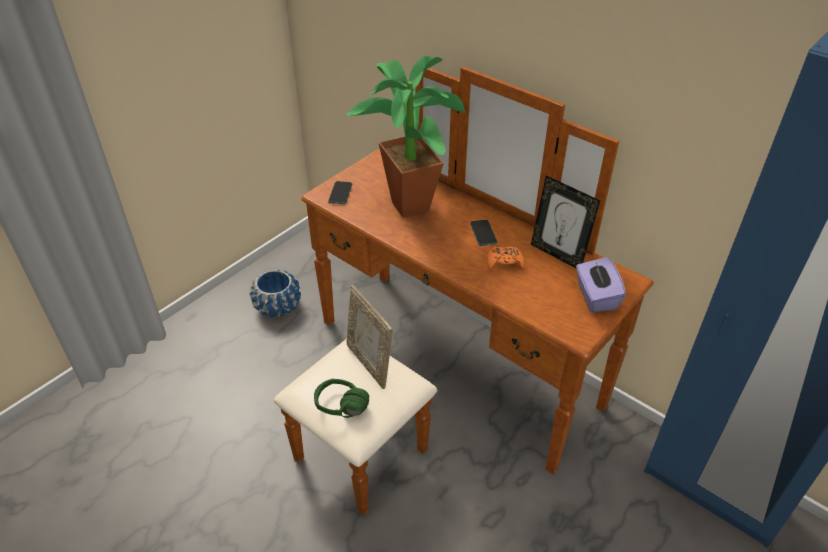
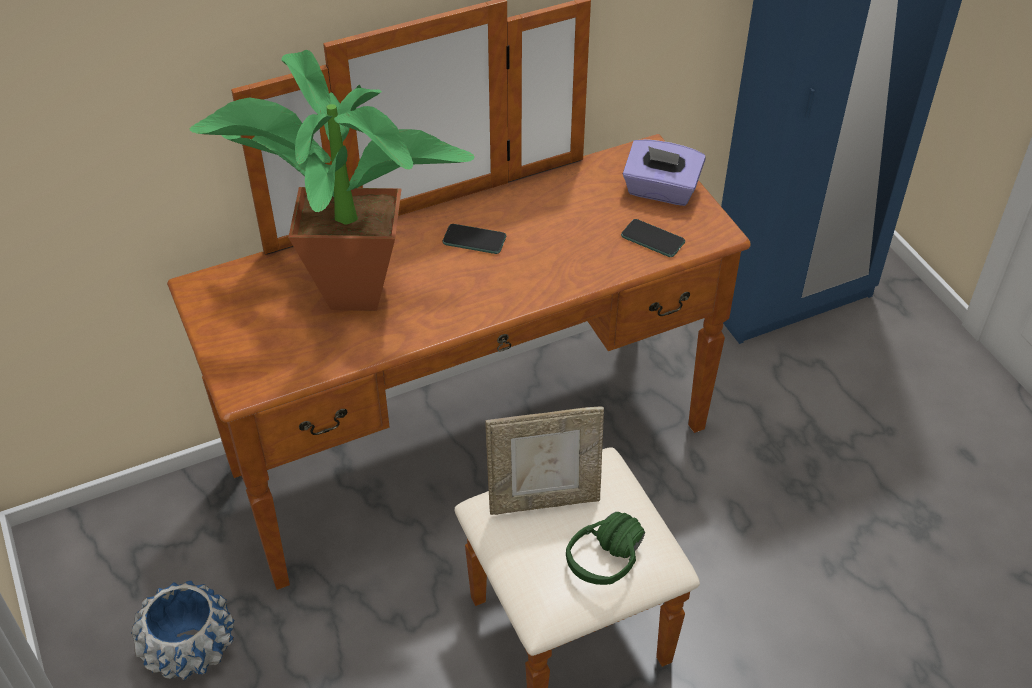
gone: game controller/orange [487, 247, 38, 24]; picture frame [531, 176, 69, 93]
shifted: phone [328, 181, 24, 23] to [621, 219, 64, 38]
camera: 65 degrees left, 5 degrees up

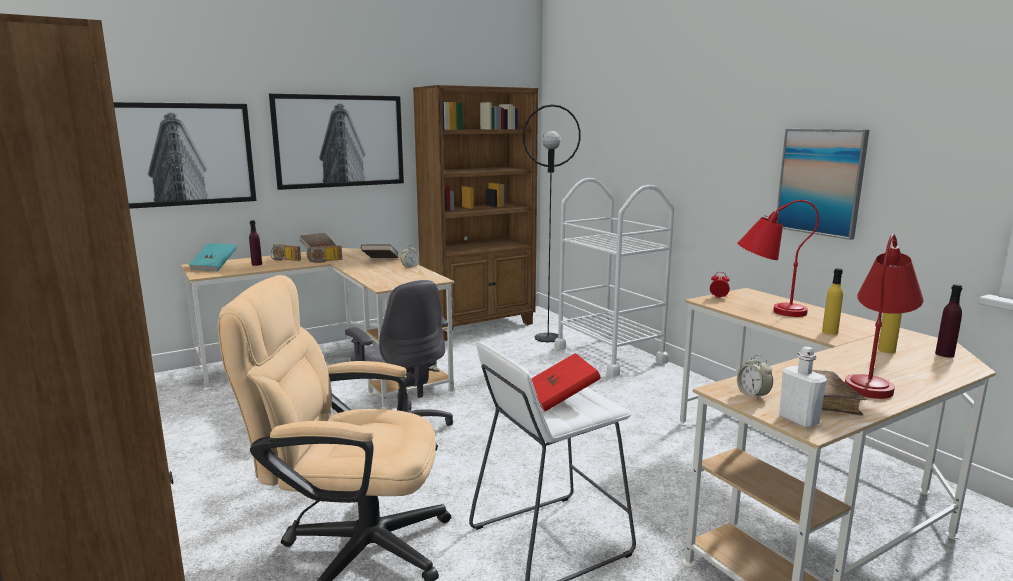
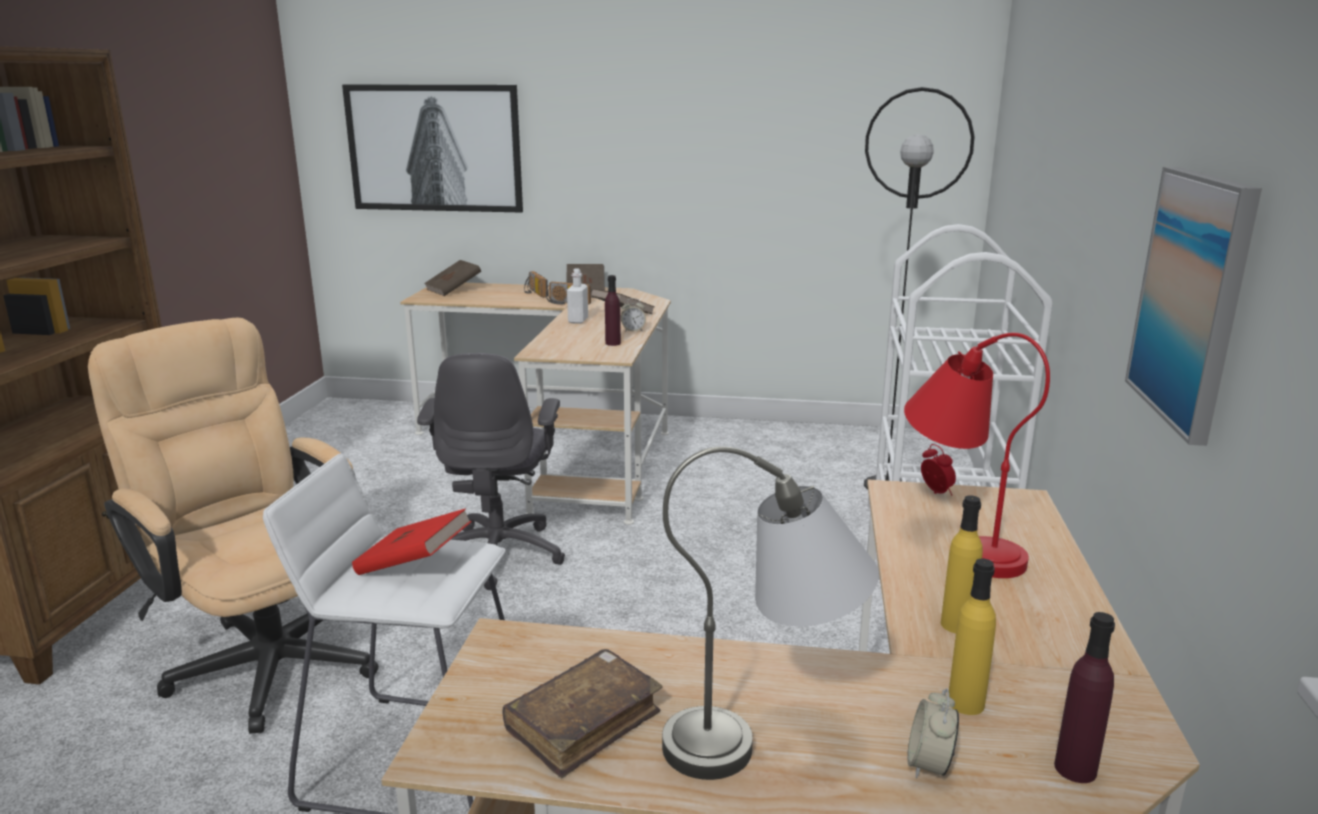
gone: picture [269, 94, 135, 96]; bookcase/brown [413, 85, 125, 256]
shifted: bottle/purple [249, 220, 13, 46] to [605, 275, 16, 71]; alarm clock [737, 354, 36, 46] to [907, 688, 52, 91]; bottle/white [779, 347, 48, 81] to [567, 268, 21, 56]
repainted: book/turquoise [189, 243, 47, 28] to book/brown [424, 260, 57, 36]; table lamp/red [845, 234, 79, 165] to table lamp/grey [662, 447, 217, 333]
camera: 40 degrees right, 5 degrees up

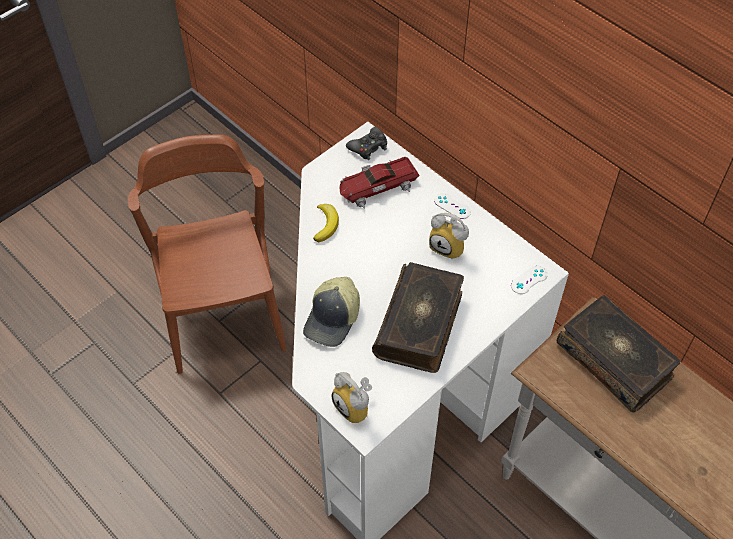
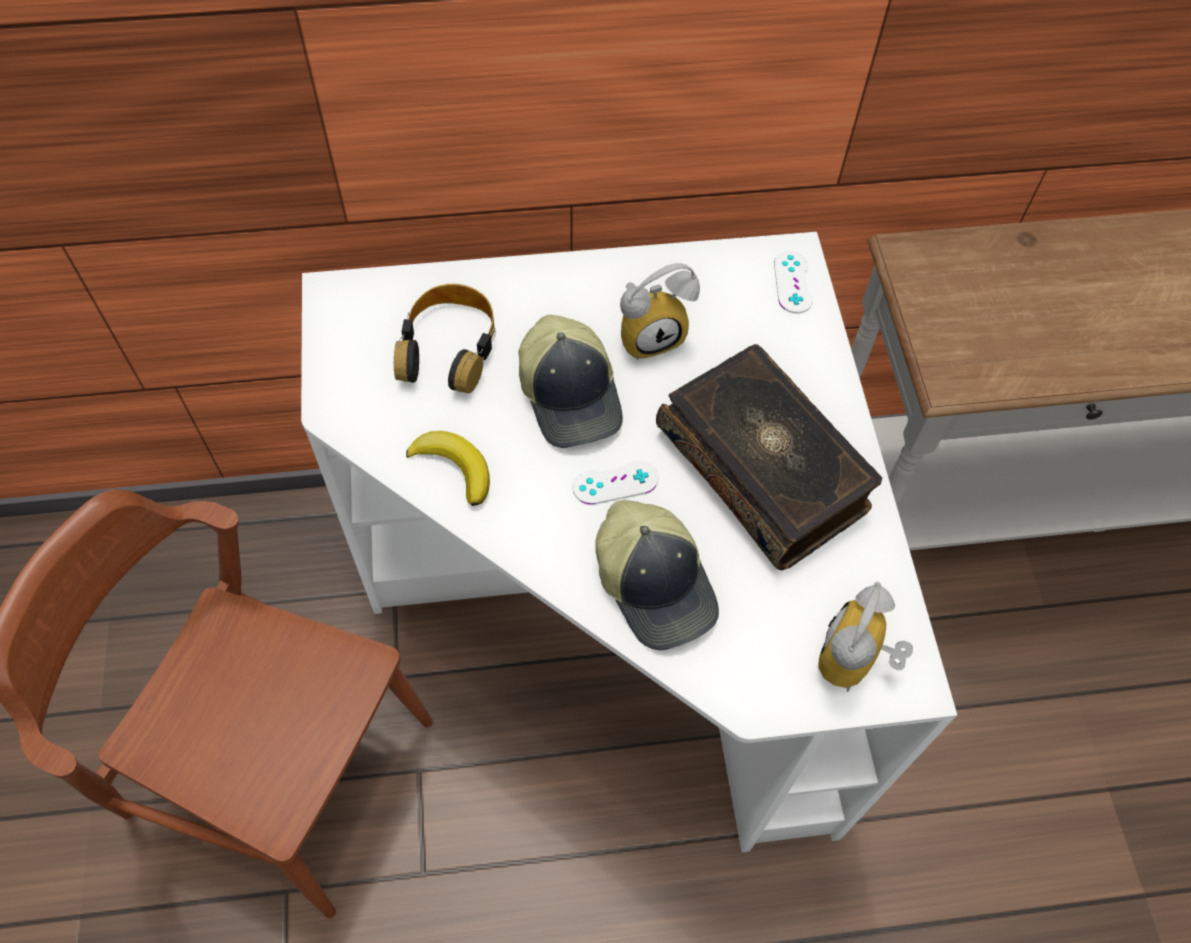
gone: game controller/black [346, 127, 41, 33]; book [557, 295, 123, 117]
new: cap [518, 315, 105, 133]
shifted: game controller/white [434, 193, 37, 26] to [573, 460, 85, 45]
swapped: toy car [339, 157, 81, 52] to headphones [394, 284, 102, 109]
rotated: alarm clock [332, 372, 40, 51] = [818, 582, 95, 110] 120 degrees clockwise
camera: 55 degrees left, 5 degrees up

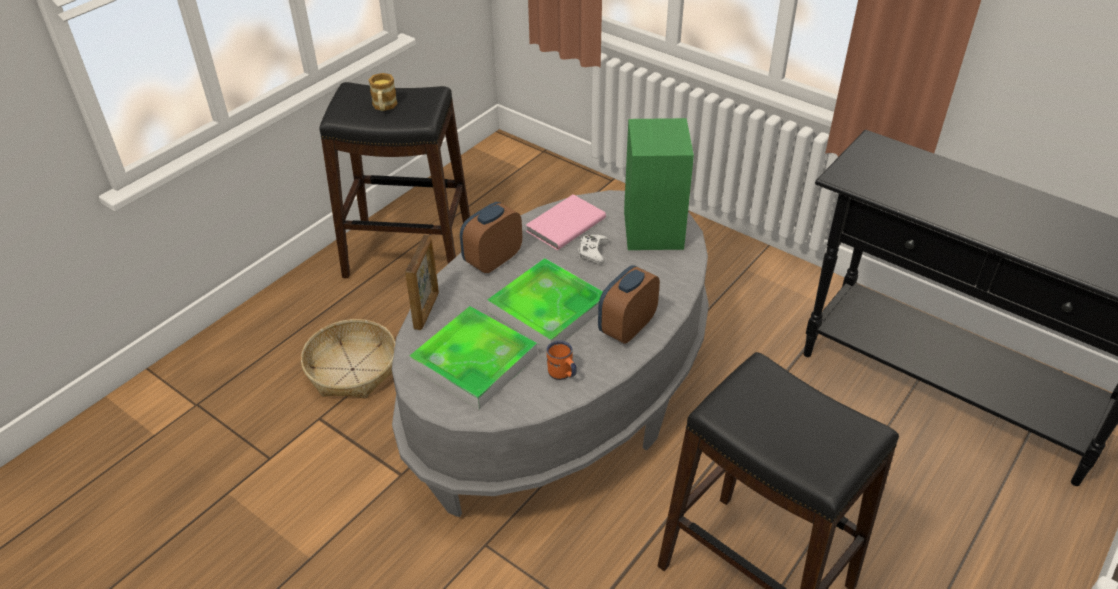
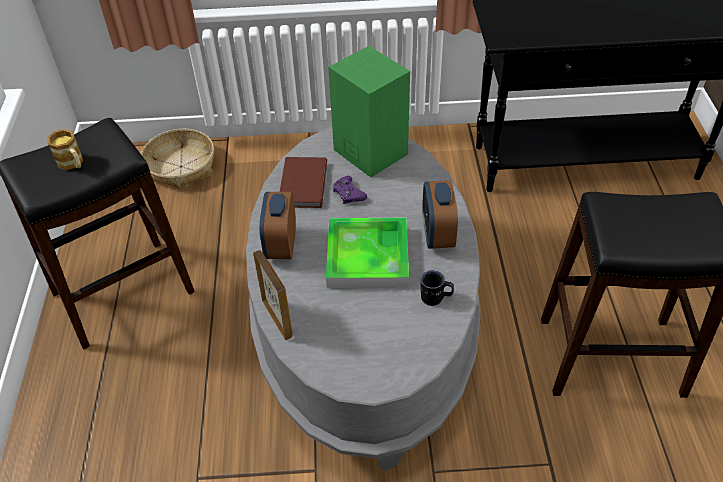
gone: tray [409, 306, 129, 103]
shifted: basket [301, 319, 94, 79] to [141, 129, 73, 60]
repainted: book/pink [526, 194, 80, 56] to book/brown [280, 157, 47, 51]; mug/orange [546, 340, 31, 40] to mug/black [421, 270, 33, 36]; game controller/white [578, 235, 31, 30] to game controller/purple [333, 176, 34, 28]
camera: 40 degrees left, 5 degrees up

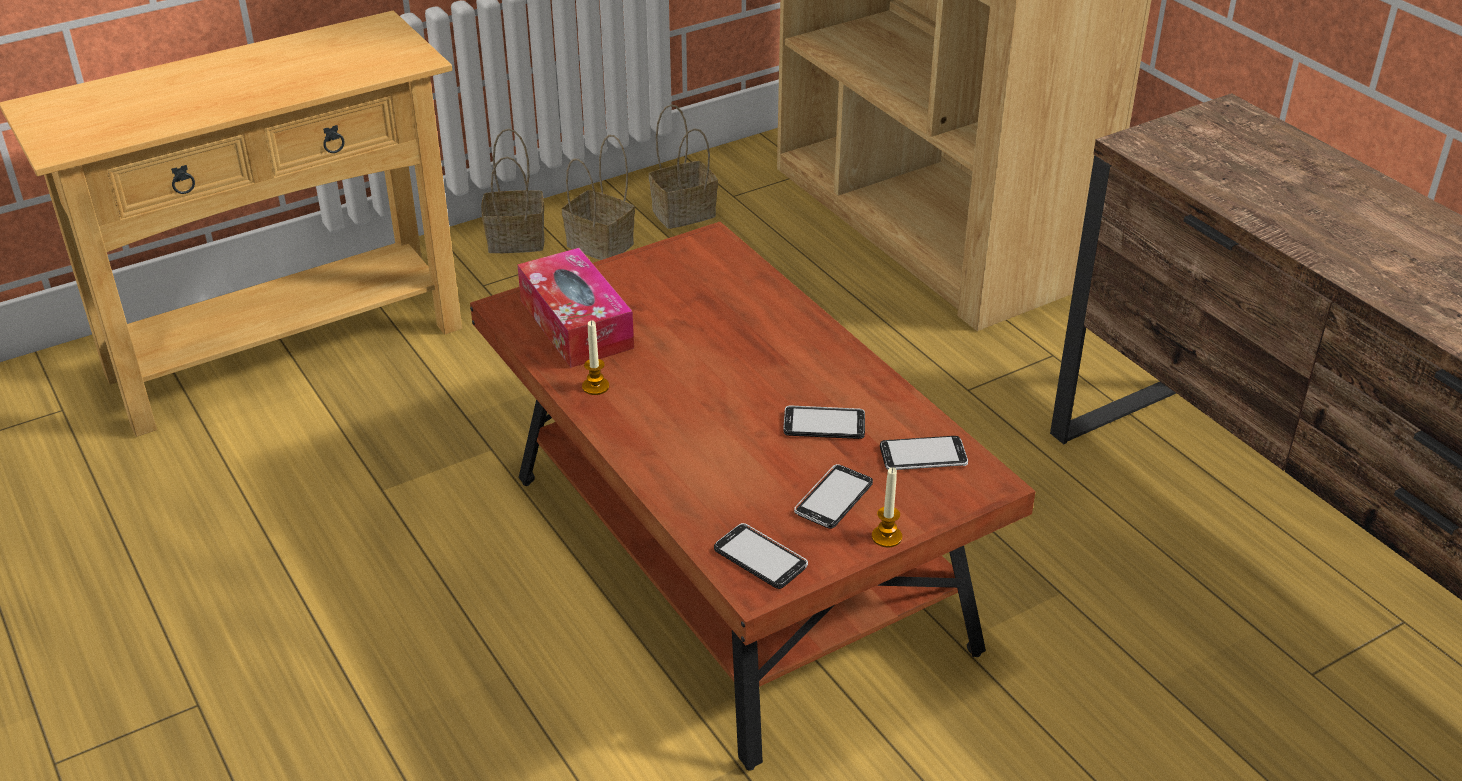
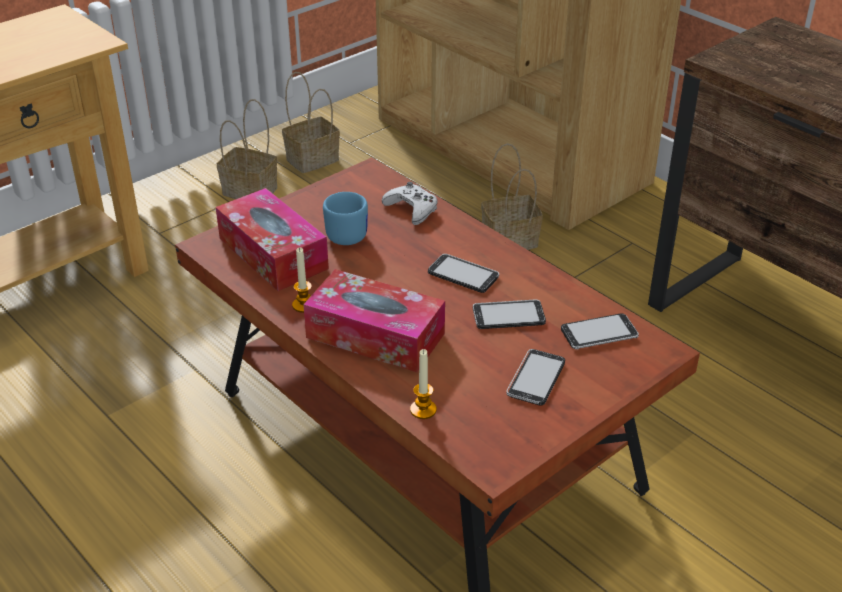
new: tissue box [303, 269, 142, 103]; mug/blue [323, 192, 45, 53]; game controller/white [382, 182, 56, 43]
shifted: basket [481, 128, 64, 125] to [481, 143, 62, 107]; phone [714, 523, 94, 66] to [428, 254, 71, 39]; candle [872, 467, 30, 81] to [410, 349, 27, 70]
camera: 10 degrees left, 0 degrees up

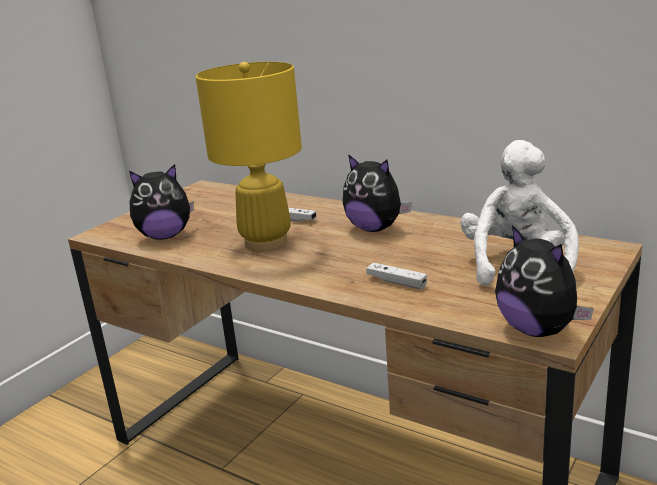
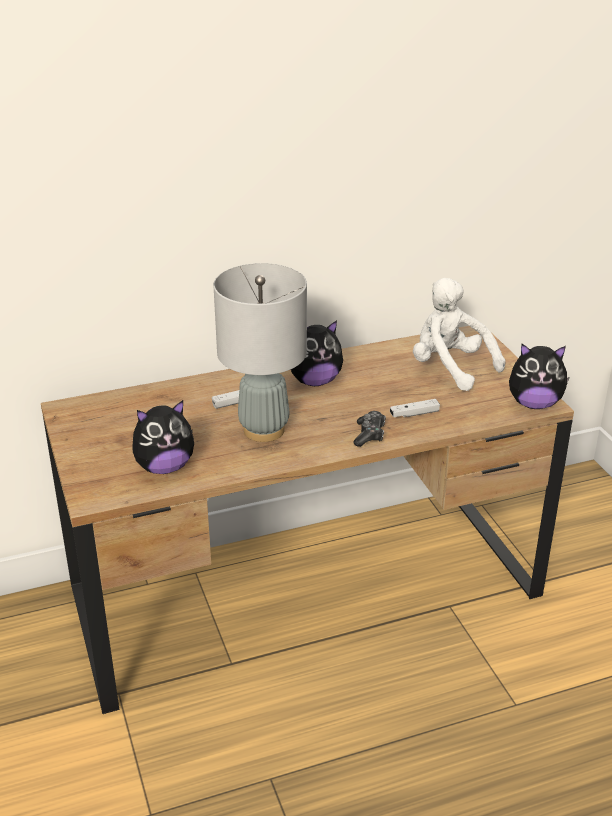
new: game controller [354, 411, 32, 36]
repainted: table lamp/yellow [195, 62, 107, 189] to table lamp/grey [213, 263, 94, 179]
rotated: plush toy [129, 164, 65, 76] = [132, 400, 62, 74] 45 degrees clockwise
camera: 55 degrees left, 10 degrees up

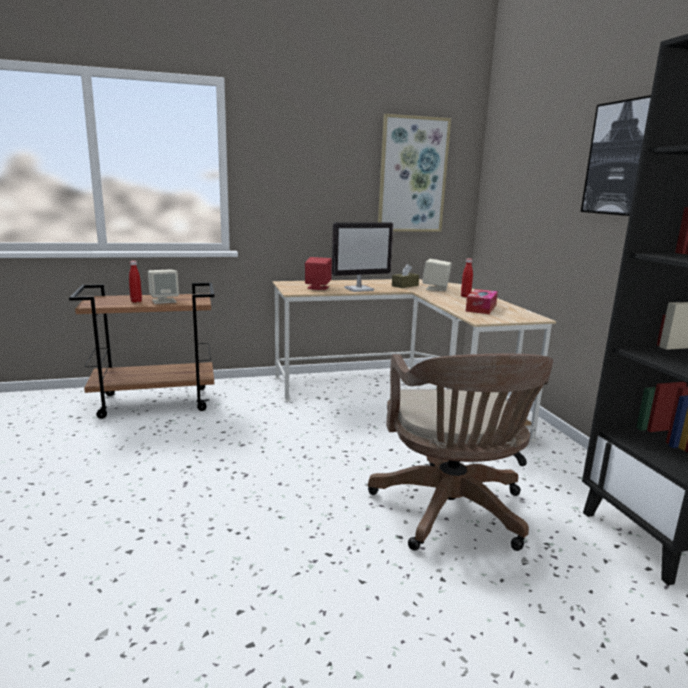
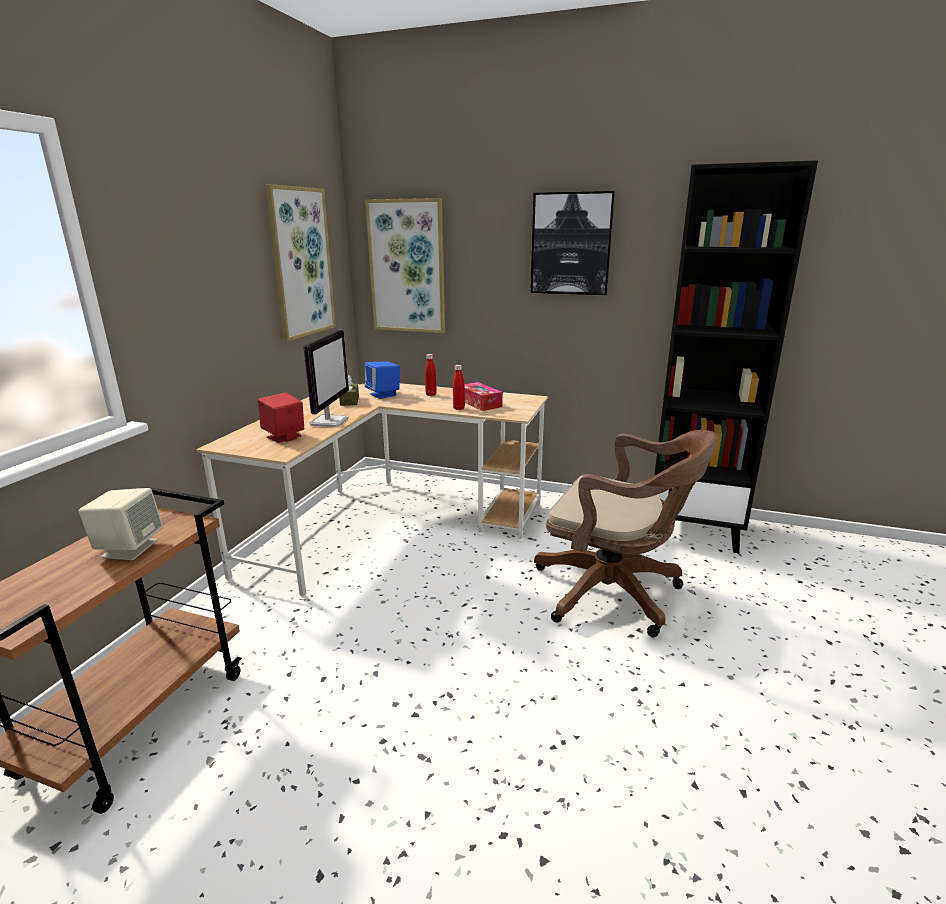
new: picture [365, 198, 80, 135]
shifted: bottle/red [129, 261, 13, 42] to [453, 365, 12, 45]
repainted: speaker/beige [422, 259, 30, 32] to speaker/blue [365, 361, 35, 38]
camera: 55 degrees left, 5 degrees up

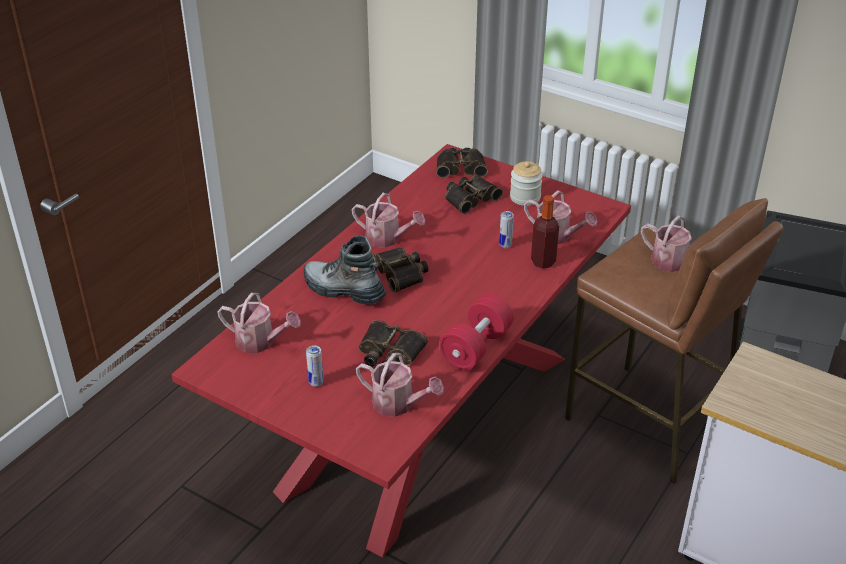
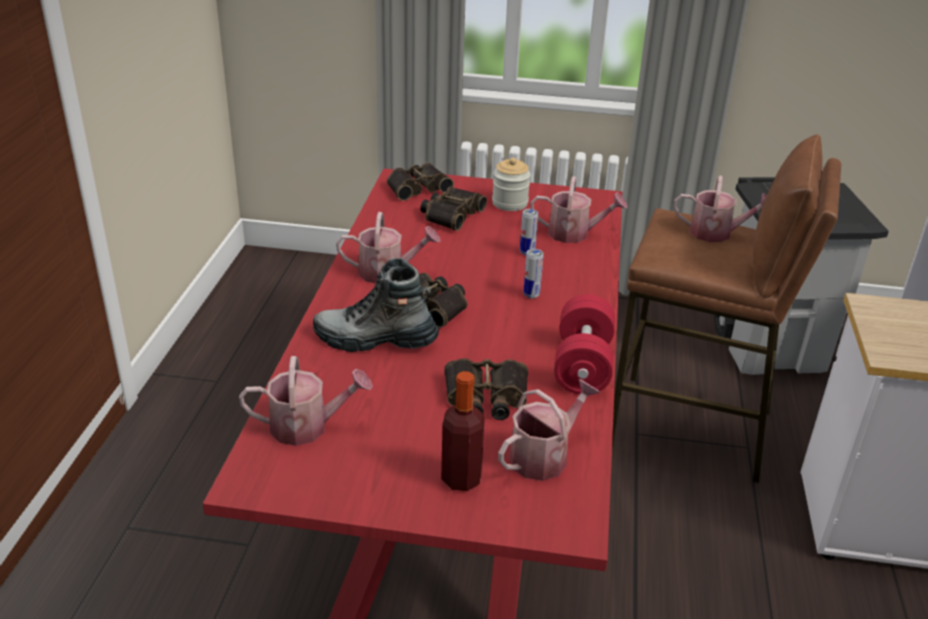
shifted: can [306, 345, 18, 42] to [523, 249, 21, 50]; bottle [531, 195, 28, 74] to [441, 371, 44, 120]
rotated: watering can [356, 353, 88, 64] = [498, 379, 102, 102] 45 degrees counterclockwise
camera: 25 degrees left, 5 degrees down

